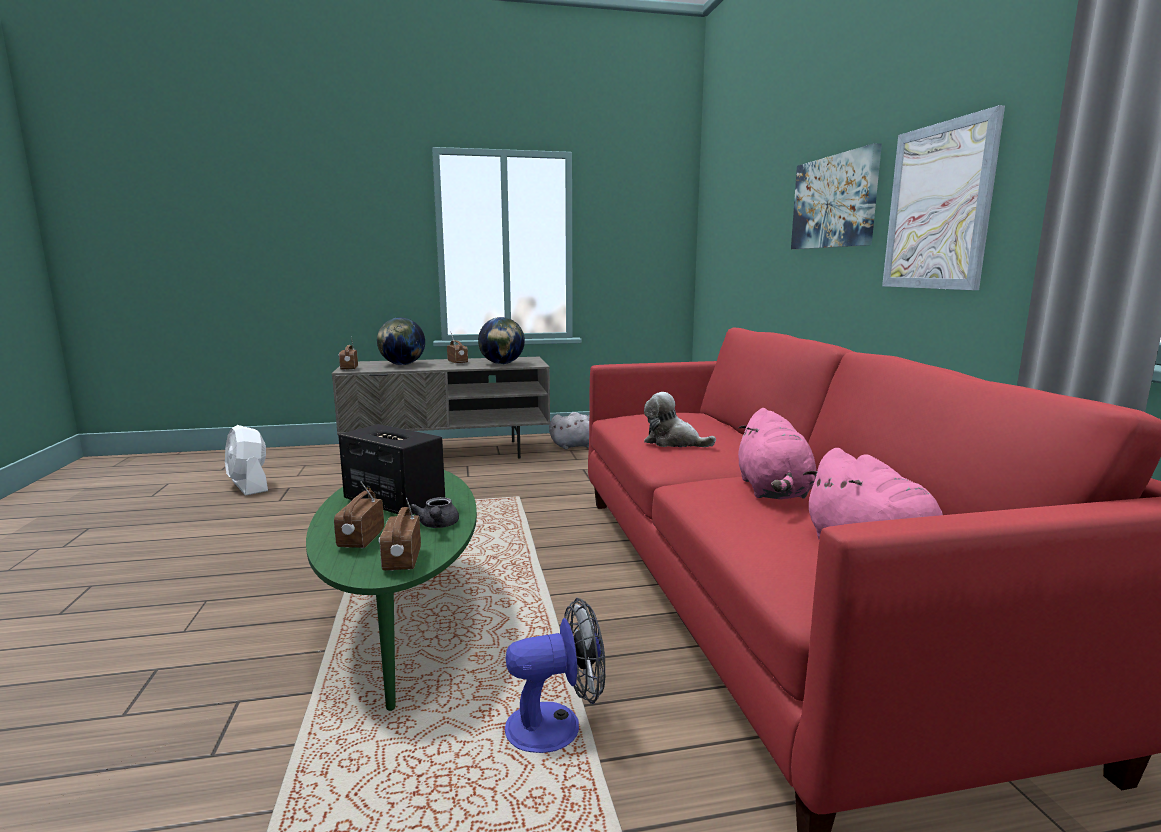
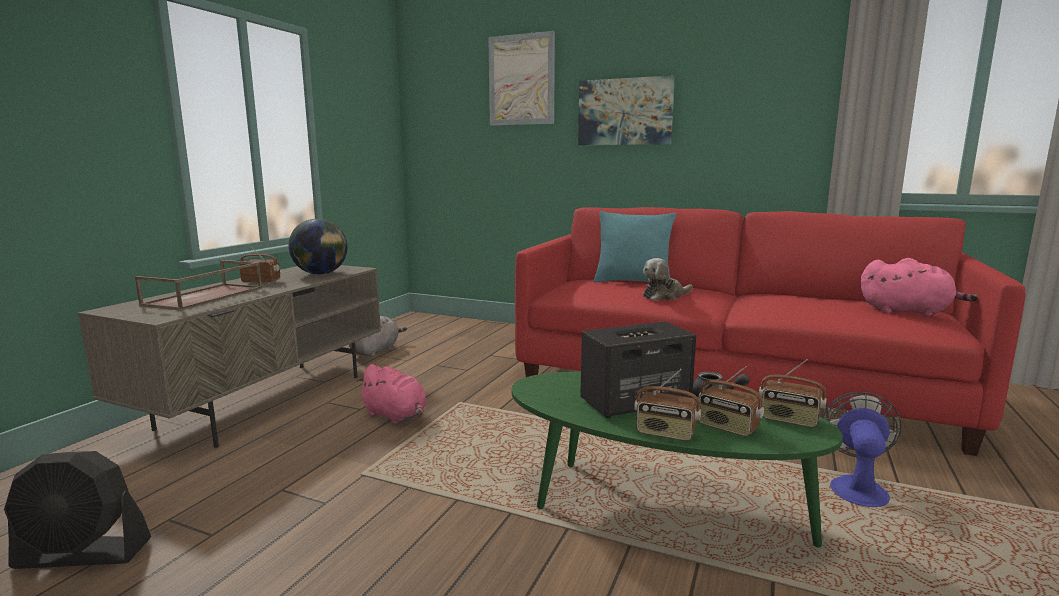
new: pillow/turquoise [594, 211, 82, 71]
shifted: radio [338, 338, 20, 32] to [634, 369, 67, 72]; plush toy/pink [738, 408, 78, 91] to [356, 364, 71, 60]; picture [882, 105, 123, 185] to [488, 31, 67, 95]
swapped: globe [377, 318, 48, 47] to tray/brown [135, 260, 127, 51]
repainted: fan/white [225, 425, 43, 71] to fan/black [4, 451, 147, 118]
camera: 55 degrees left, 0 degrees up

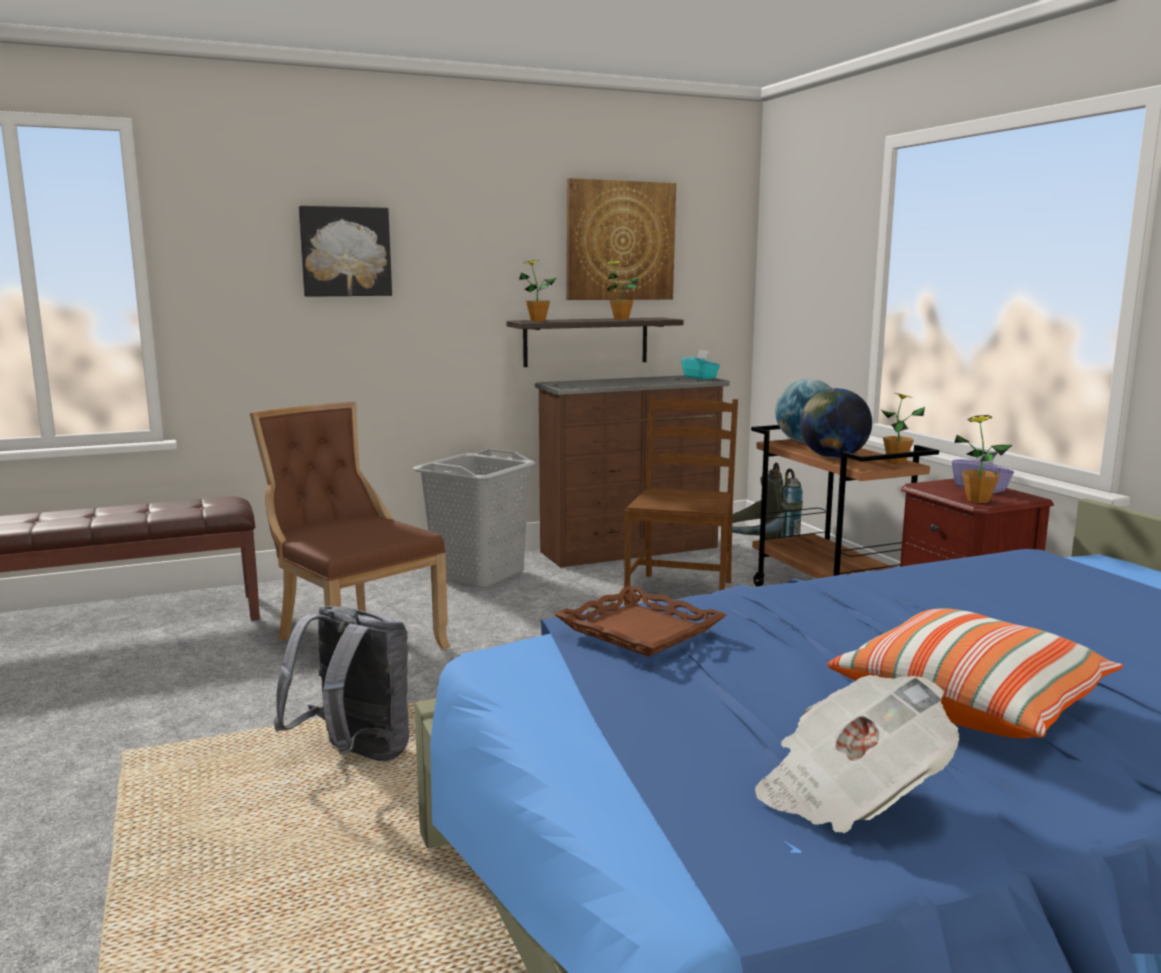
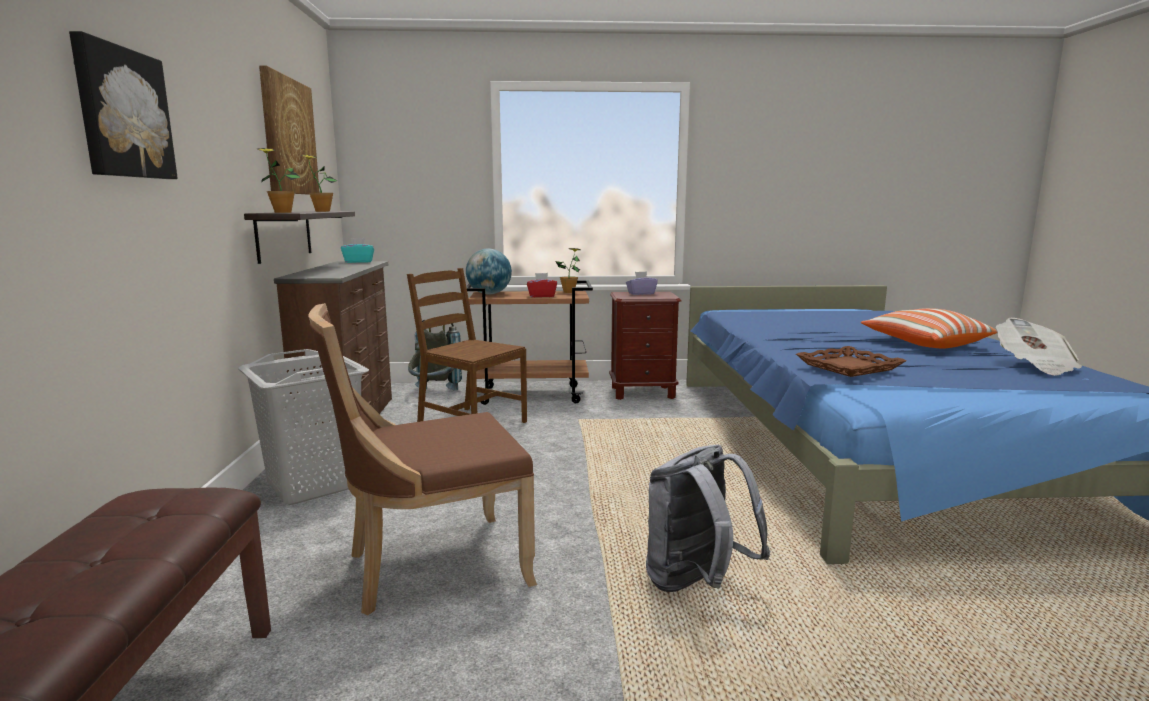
gone: potted plant [954, 415, 58, 88]
swapped: globe [800, 388, 72, 70] to tissue box/red [527, 273, 30, 24]
camera: 70 degrees left, 0 degrees up

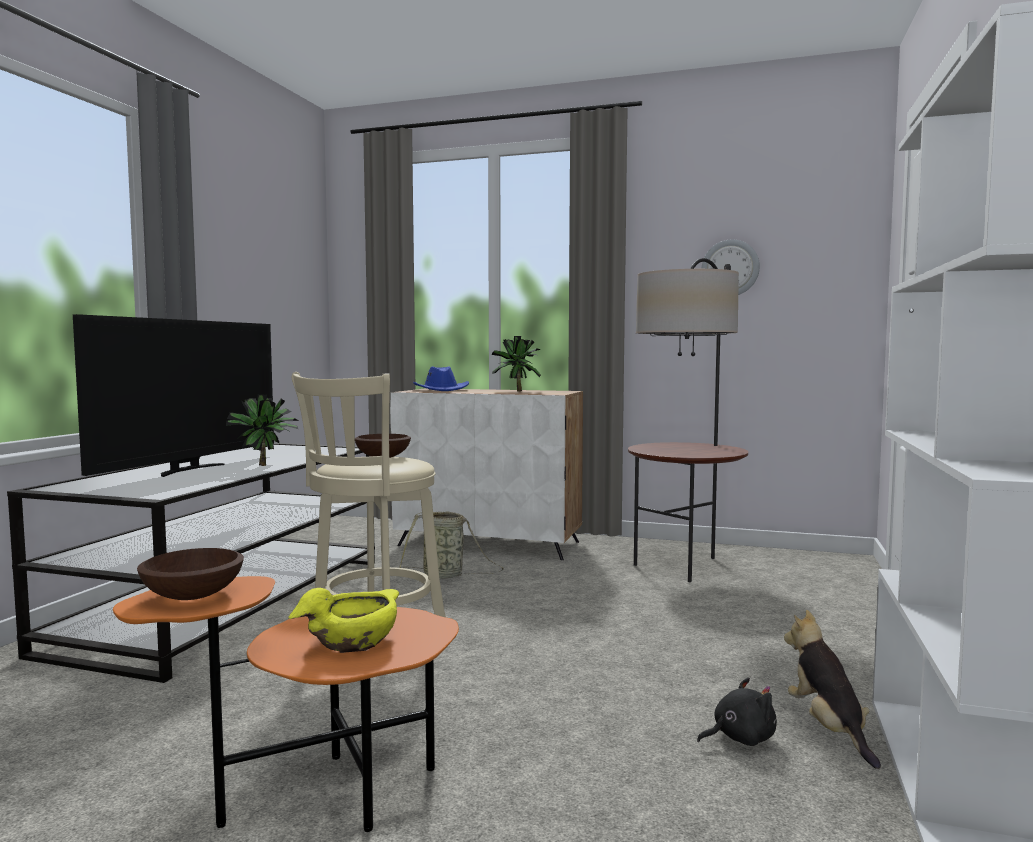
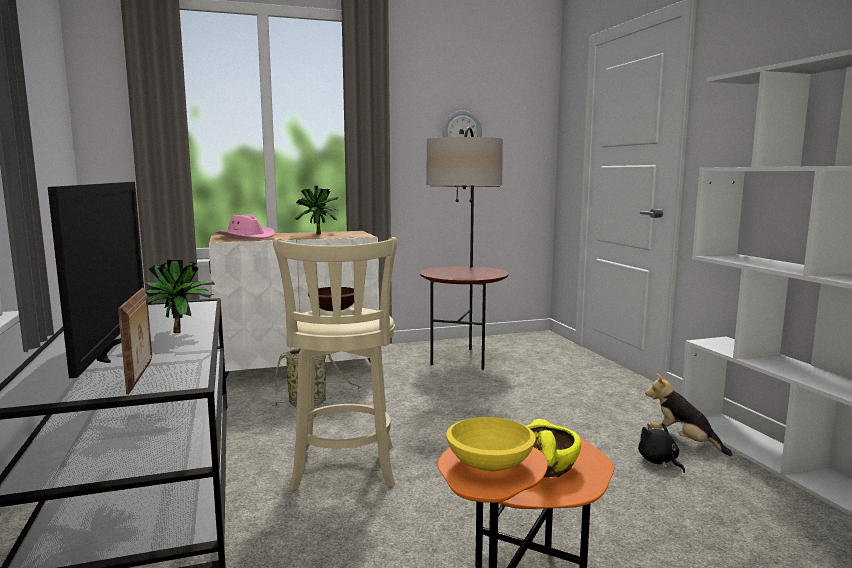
new: picture frame [118, 288, 34, 107]
repainted: bowl/brown [137, 548, 107, 52] to bowl/yellow [446, 417, 90, 54]; hat/blue [413, 366, 56, 25] to hat/pink [216, 214, 59, 25]
rotated: plush toy/black [697, 677, 80, 69] = [638, 423, 47, 50] 60 degrees counterclockwise
camera: 35 degrees left, 5 degrees up

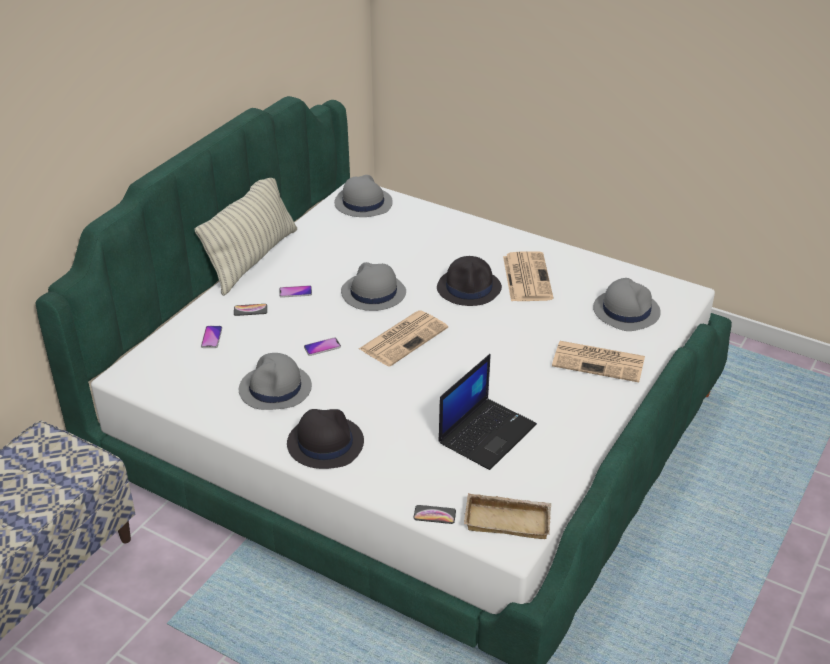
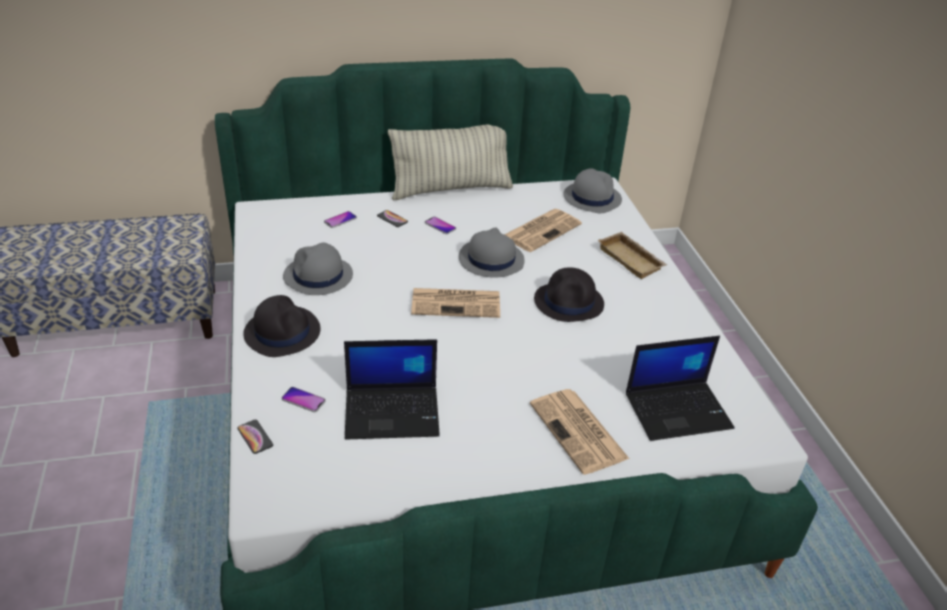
shifted: phone [304, 337, 37, 19] to [282, 387, 44, 25]; tray/beige [464, 493, 87, 46] to [597, 232, 70, 47]; newspaper [503, 251, 50, 50] to [505, 209, 77, 43]
swapped: hat/grey [593, 278, 68, 53] to laptop [626, 336, 108, 105]
camera: 45 degrees right, 0 degrees up

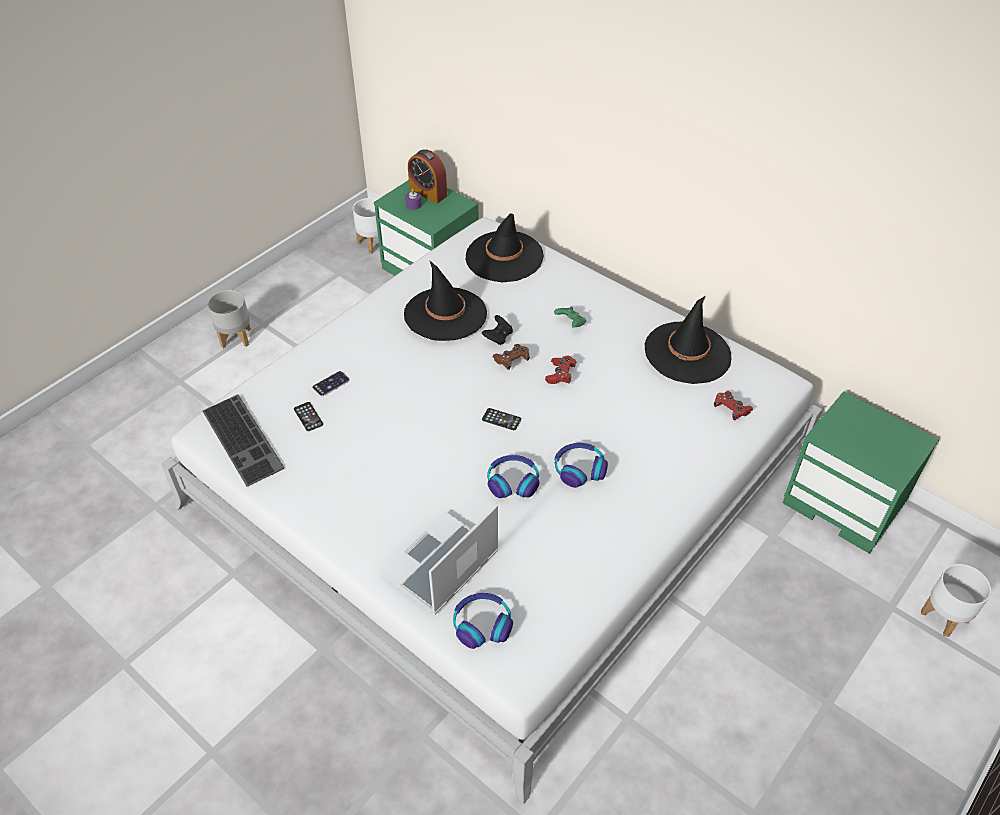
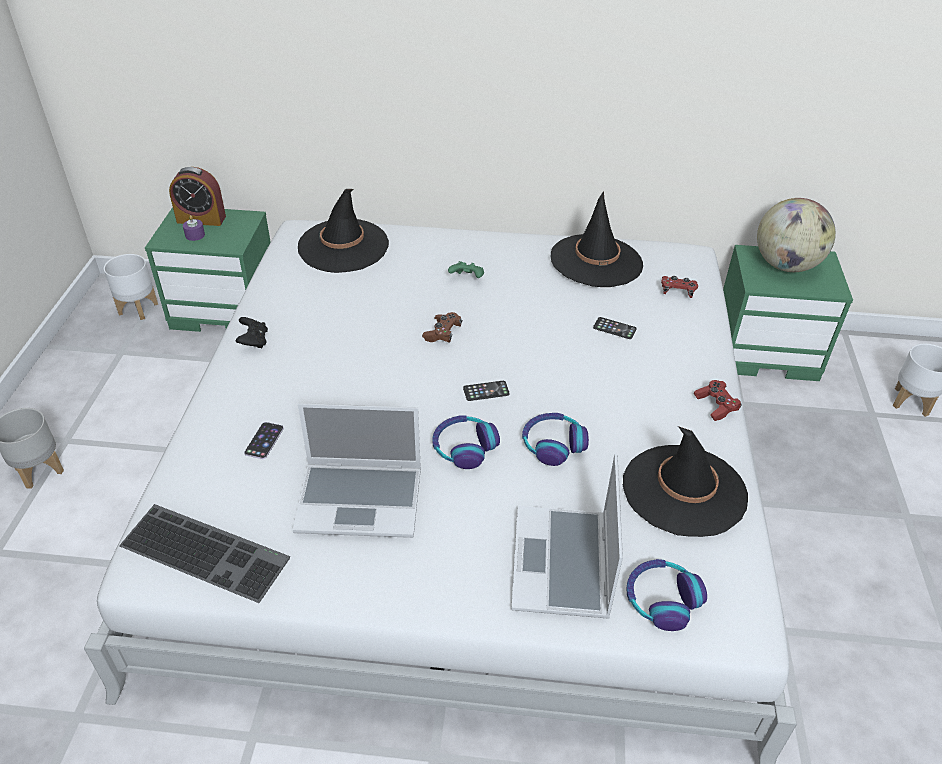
new: laptop [293, 403, 128, 135]; globe [757, 198, 79, 74]
shifted: phone [294, 402, 29, 29] to [593, 317, 44, 22]; hat/black [404, 261, 83, 80] to [623, 426, 125, 111]; game controller/black [482, 315, 31, 30] to [236, 317, 32, 31]; game controller/red [545, 355, 31, 29] to [694, 380, 48, 41]; headphones [554, 443, 54, 45] to [432, 415, 68, 54]
camera: 35 degrees left, 5 degrees down

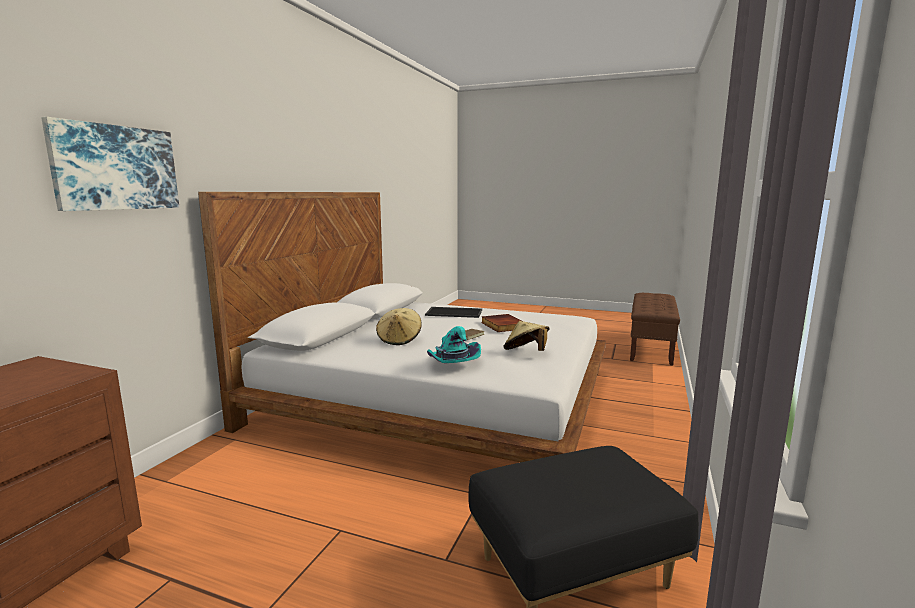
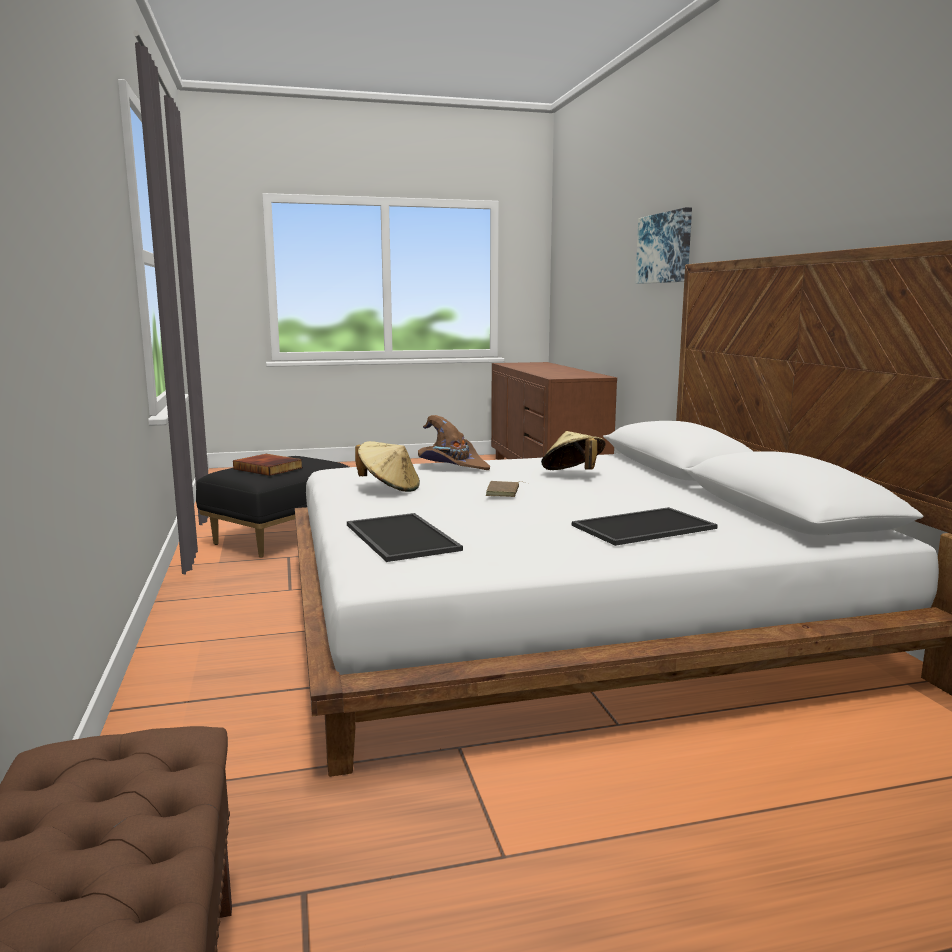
new: tray [347, 513, 116, 49]
shifted: book [481, 314, 41, 18] to [233, 454, 70, 22]
repainted: hat/turquoise [427, 326, 54, 37] to hat/brown [418, 415, 72, 55]
camera: 145 degrees right, 0 degrees up

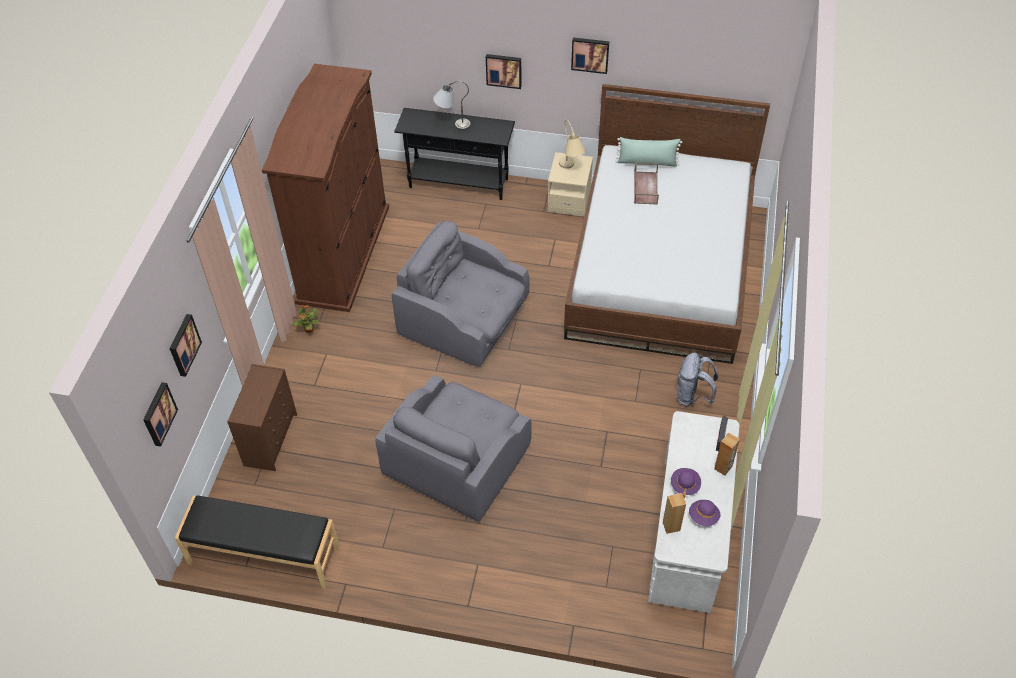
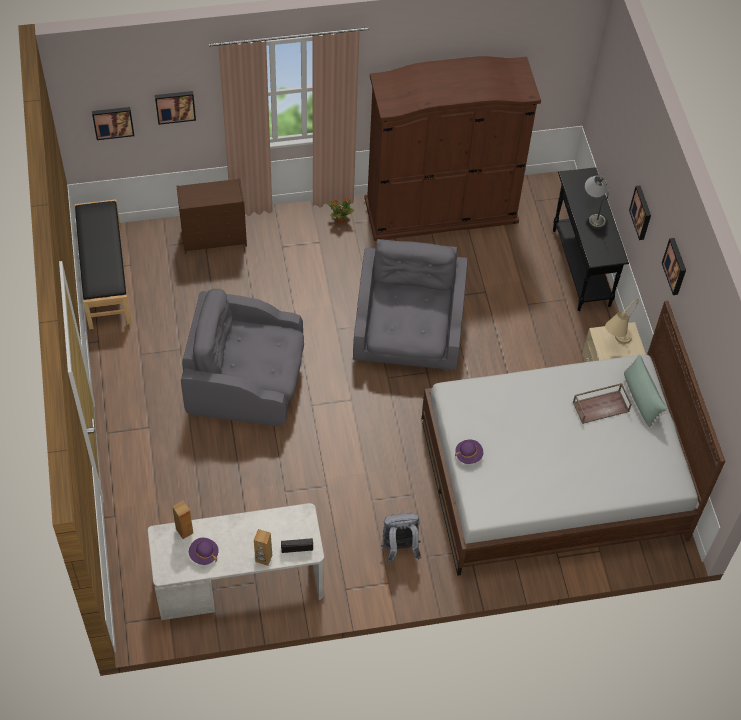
shifted: hat/purple [671, 468, 30, 30] to [455, 440, 28, 24]
camera: 65 degrees right, 5 degrees up

